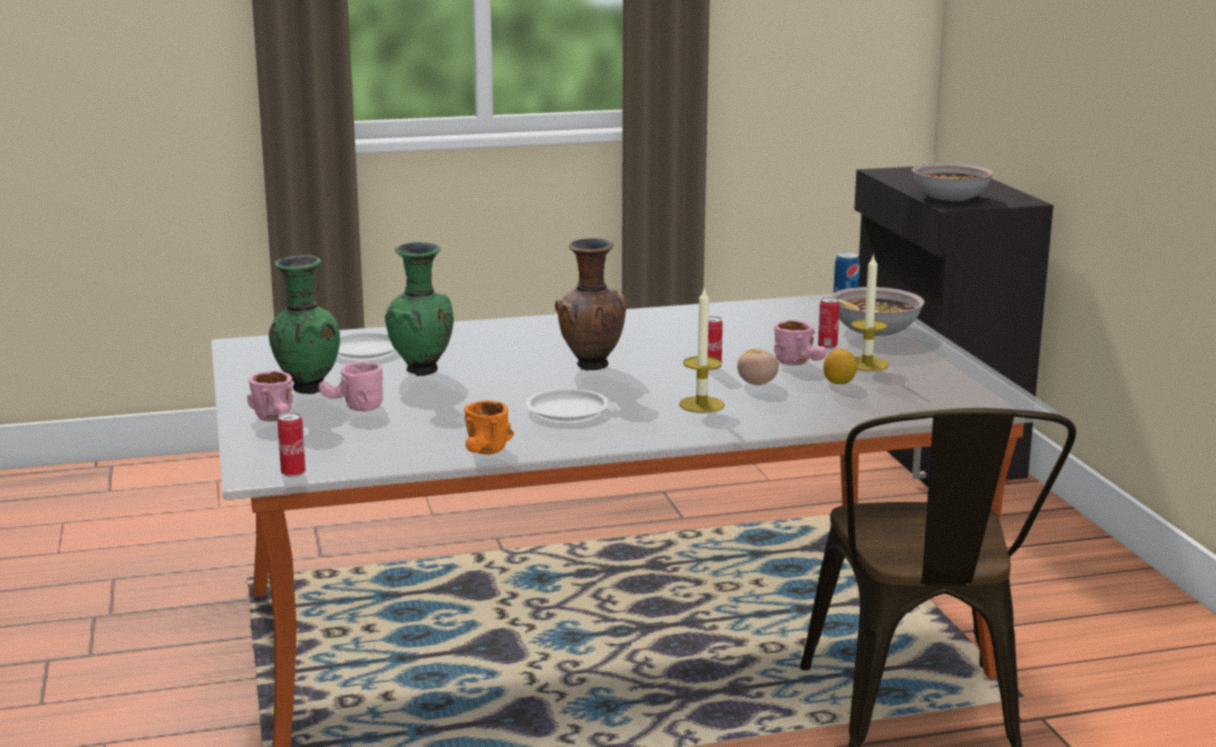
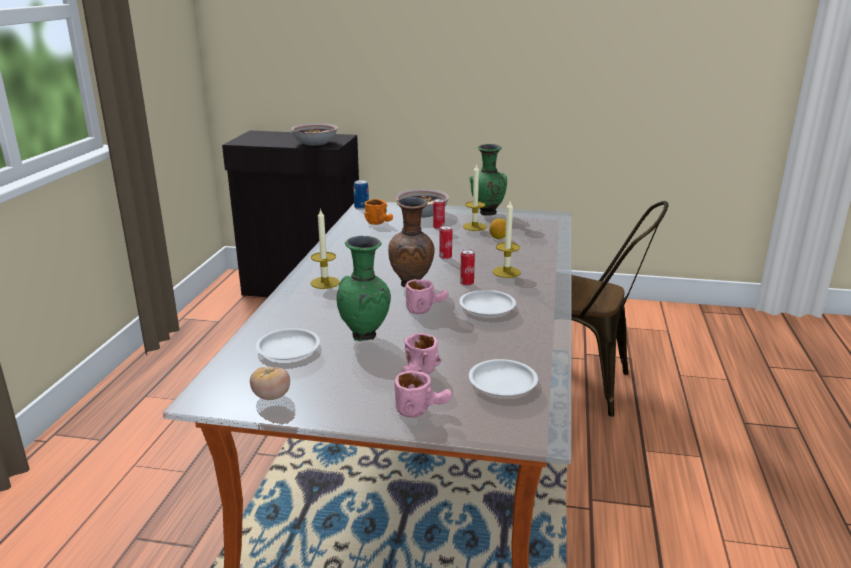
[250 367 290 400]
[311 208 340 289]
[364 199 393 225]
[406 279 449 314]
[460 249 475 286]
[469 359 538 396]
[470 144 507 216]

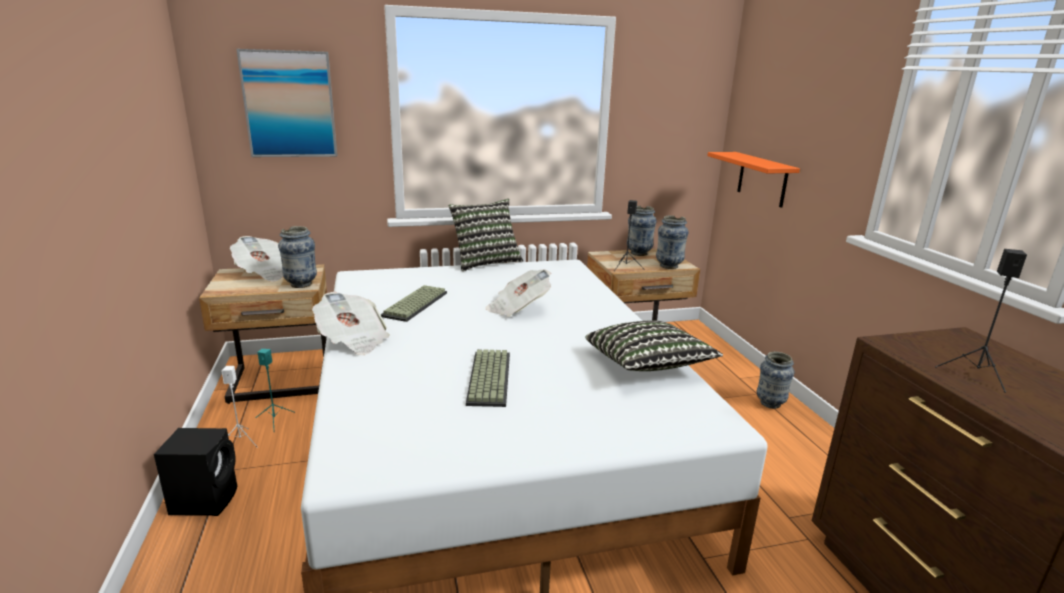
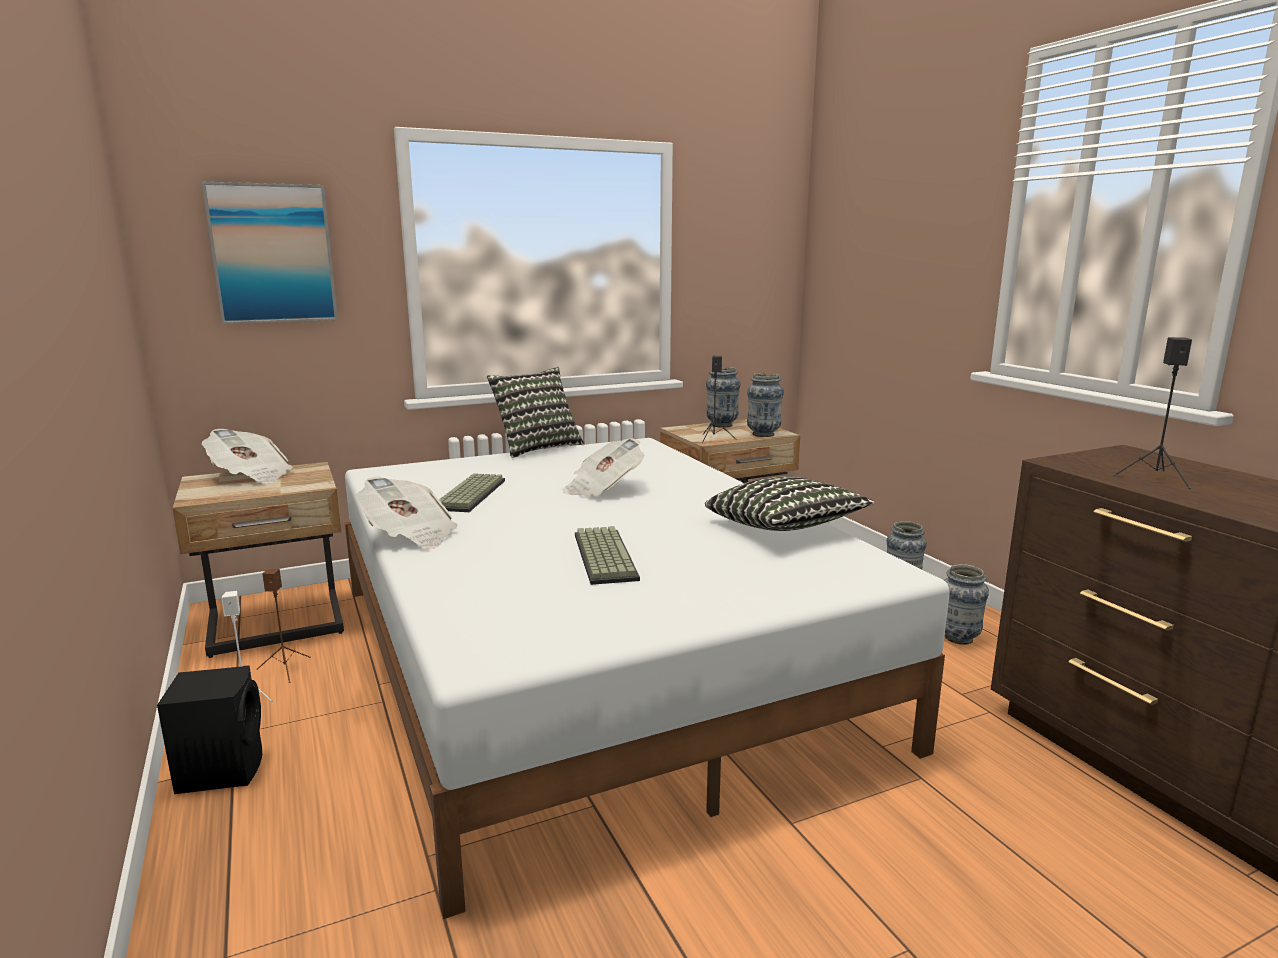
[256 569 310 683]
[944 564 989 645]
[707 152 800 208] (first image)

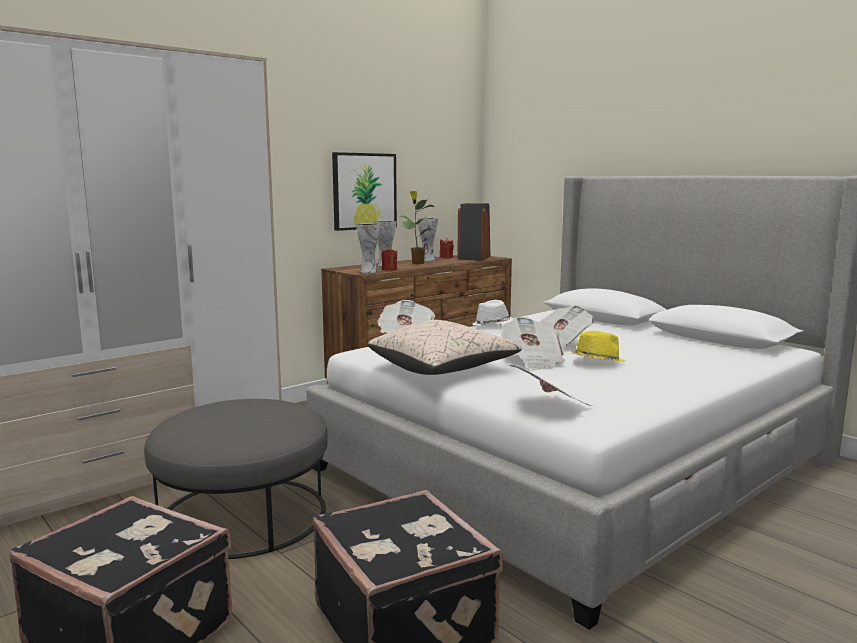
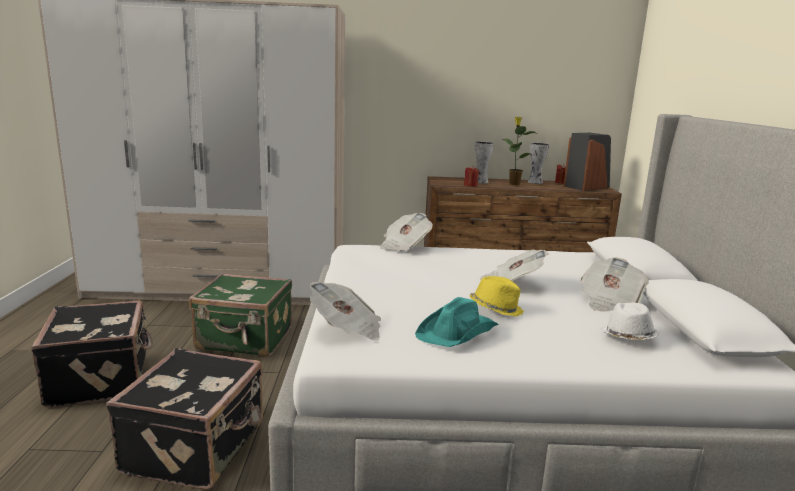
[189 273 292 356]
[415 297 498 347]
[581 257 649 312]
[600 303 659 340]
[332 152 397 231] (first image)
[356 223 380 273] (first image)
[368 320 522 375] (first image)

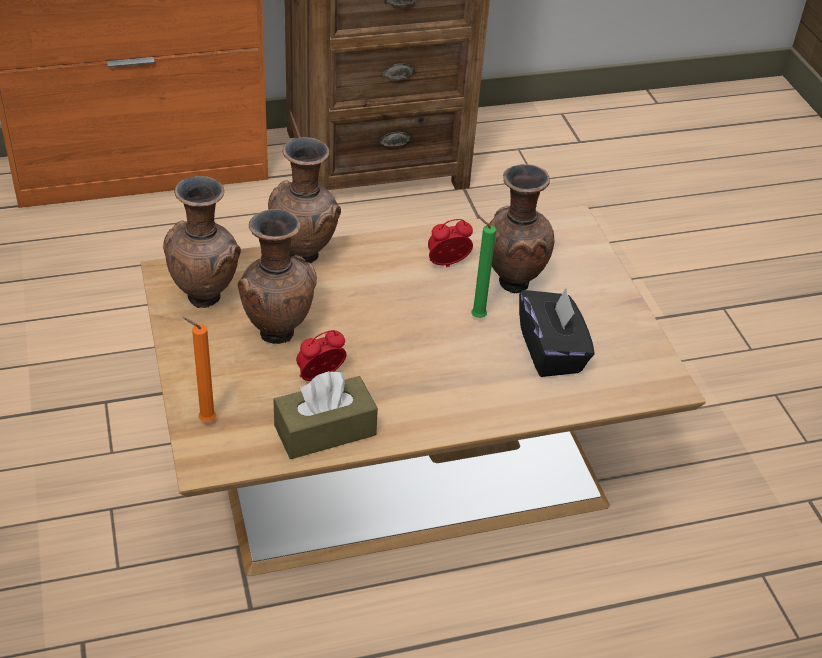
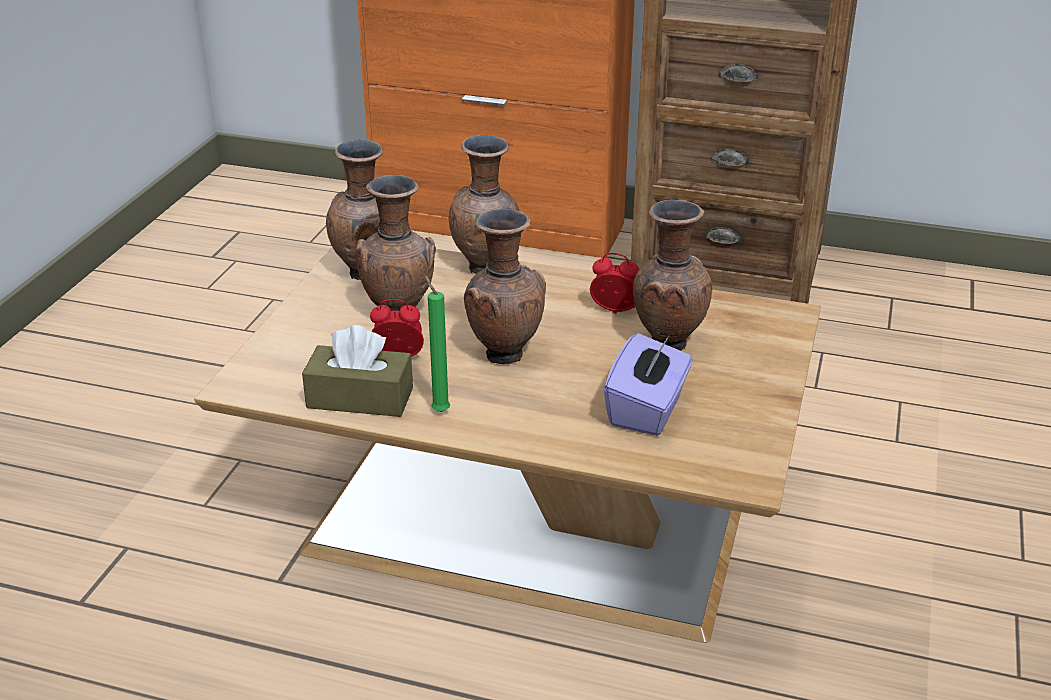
[425 275 450 412]
[464 209 546 364]
[604 333 693 436]
[182 317 216 422] (first image)

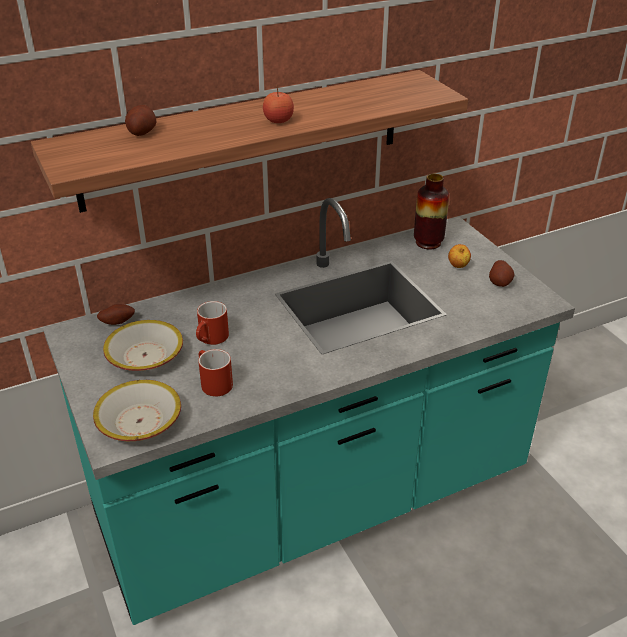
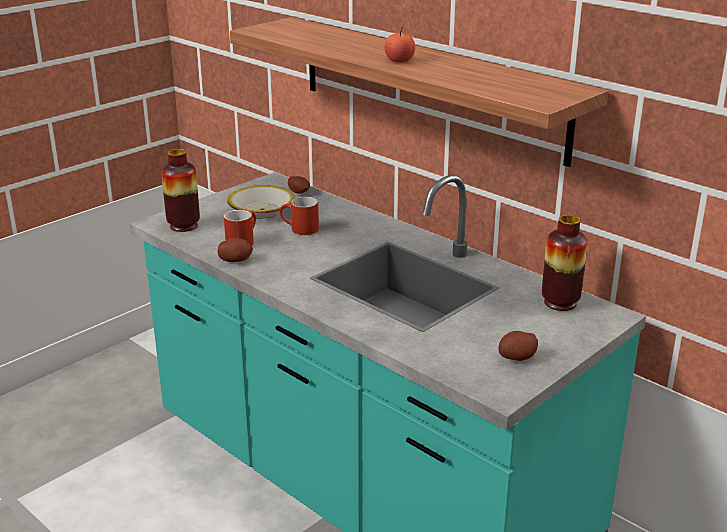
[161 149 200 232]
[218 238 253 262]
[448 244 471 268] (first image)

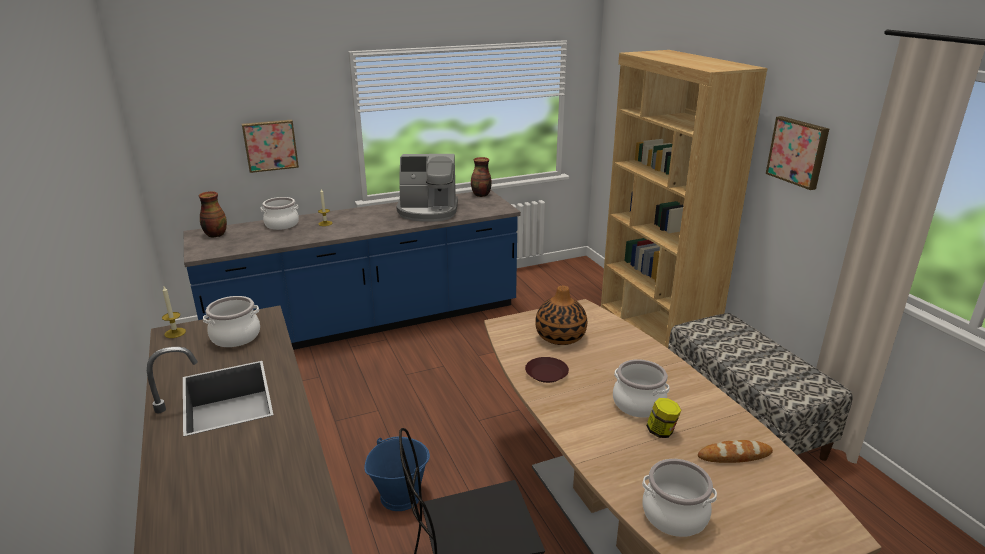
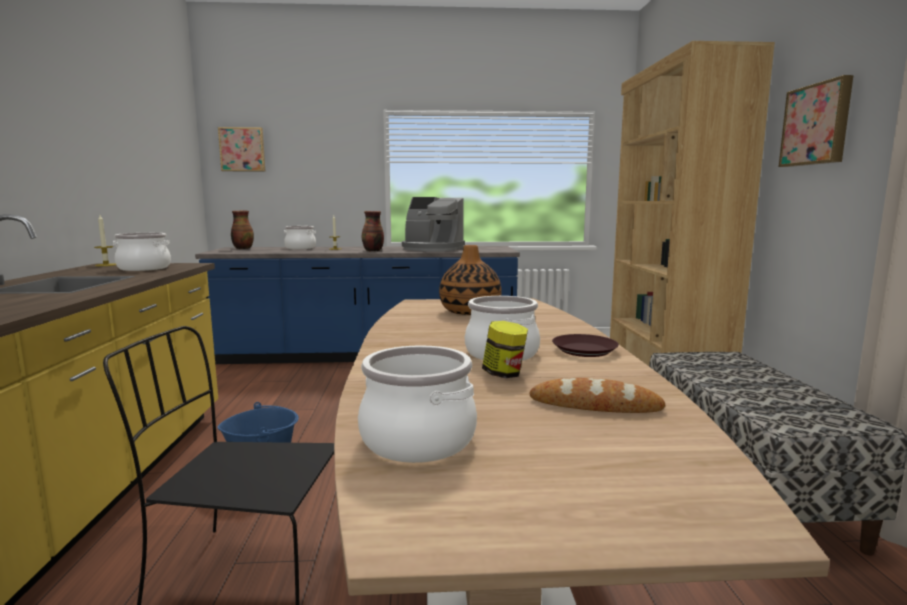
[218 127 265 171]
[362 211 384 251]
[552 334 619 357]

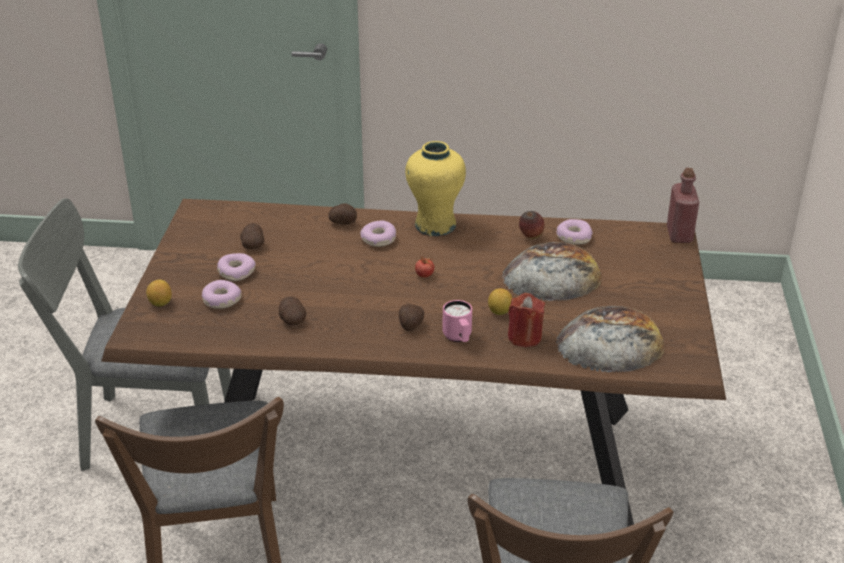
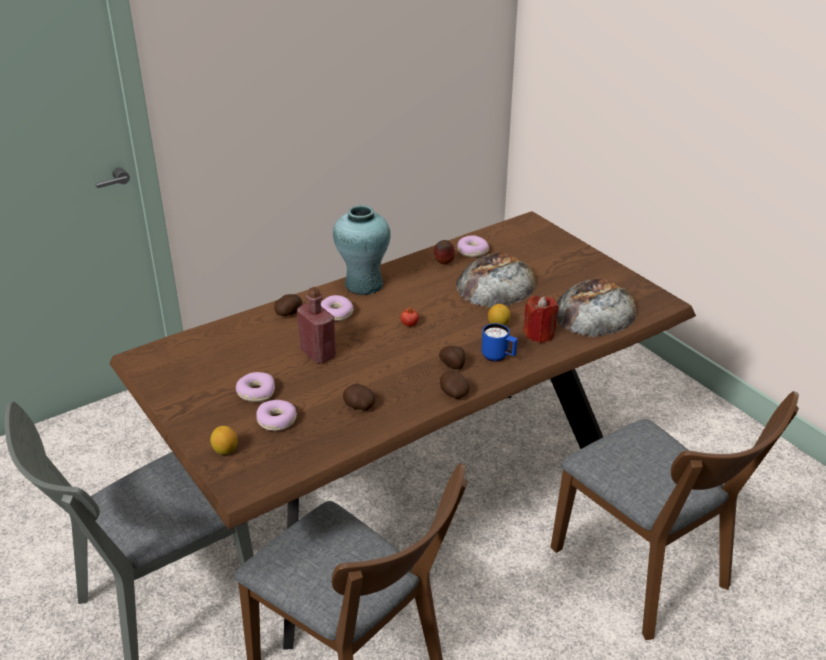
[297 287 336 364]
[333 205 391 295]
[440 371 470 399]
[482 323 518 362]

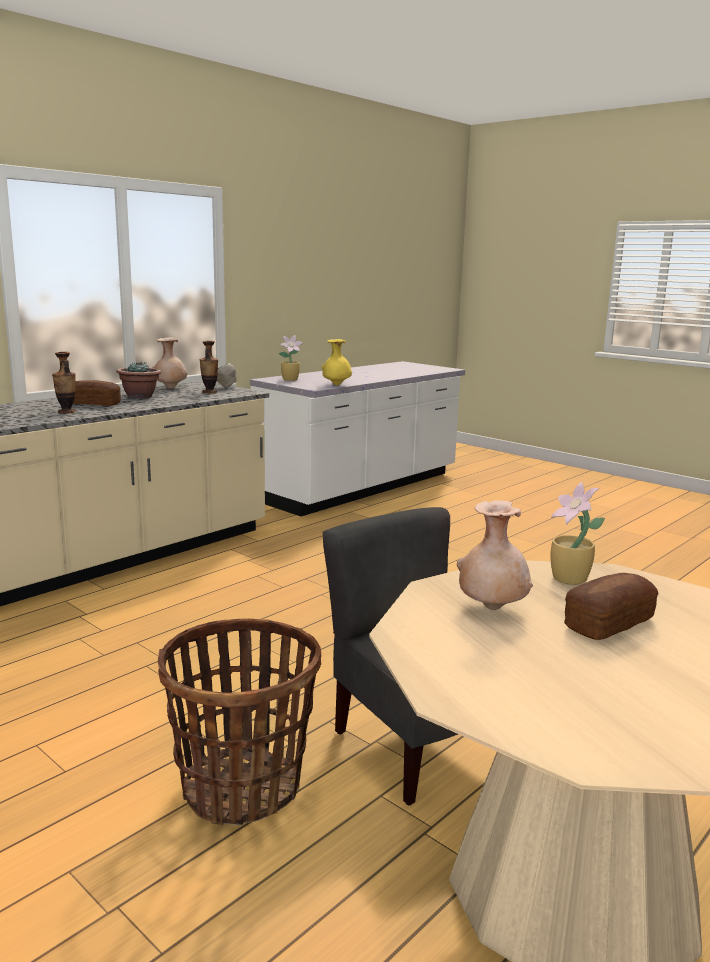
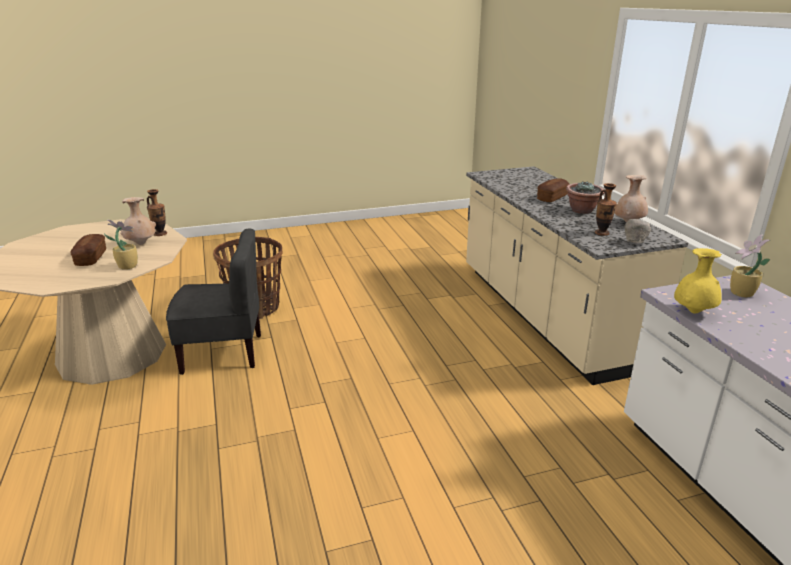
[147 189 167 236]

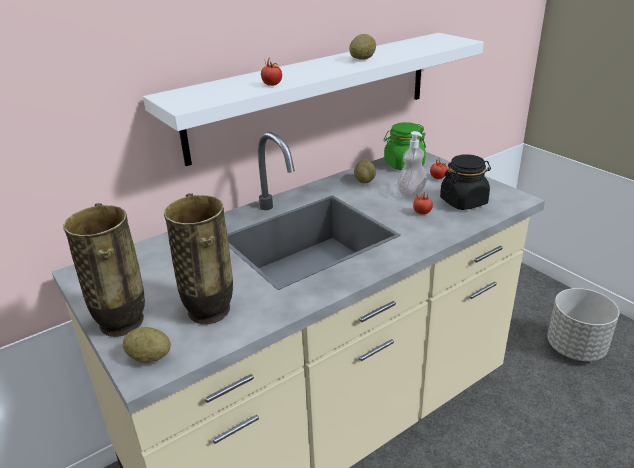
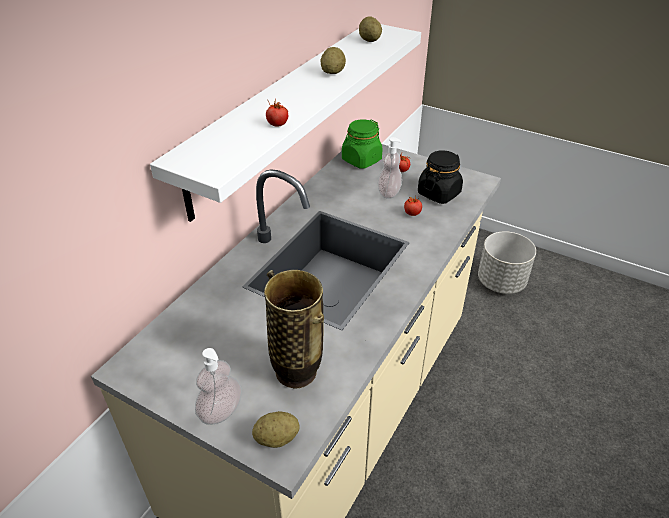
[195 348 242 425]
[359 16 382 42]

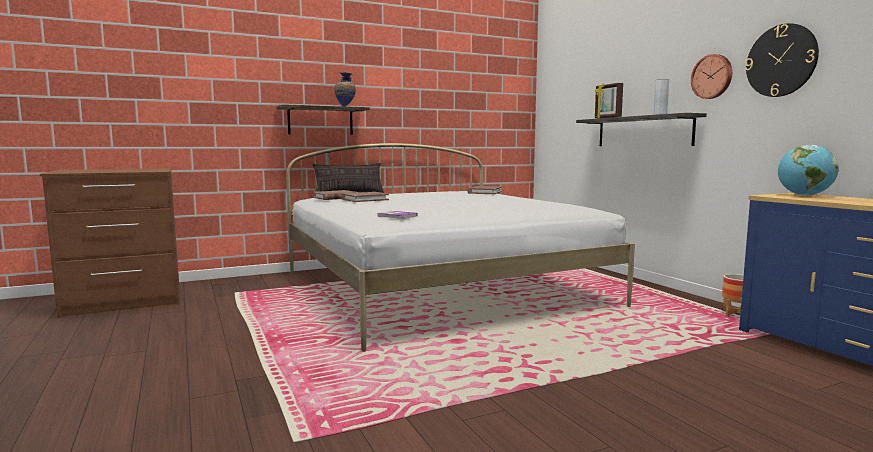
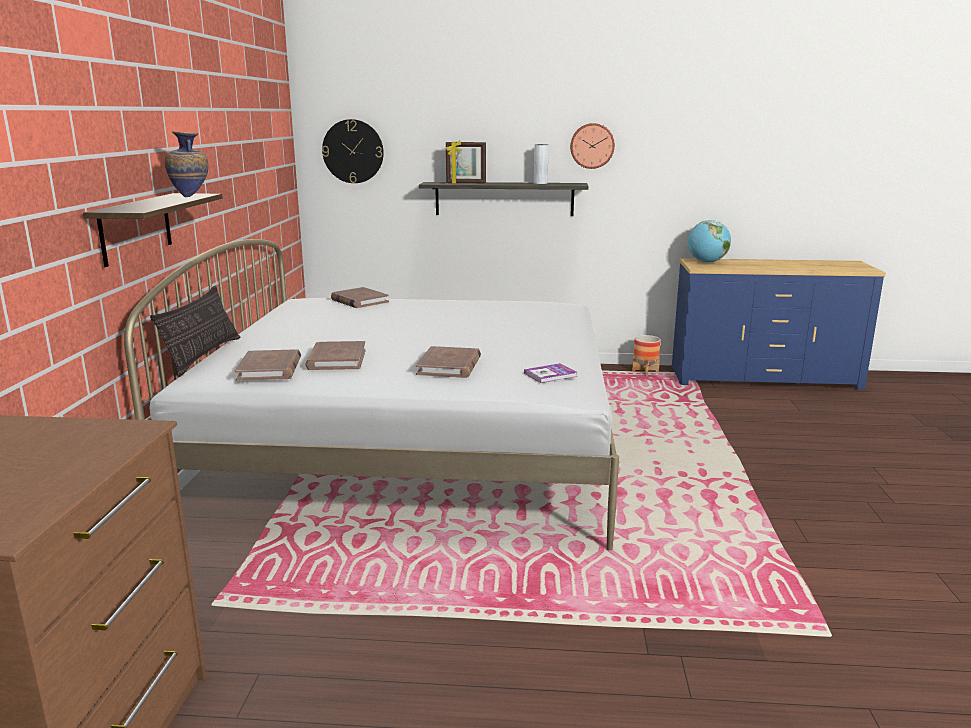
[322 119 384 183]
[416 346 481 378]

